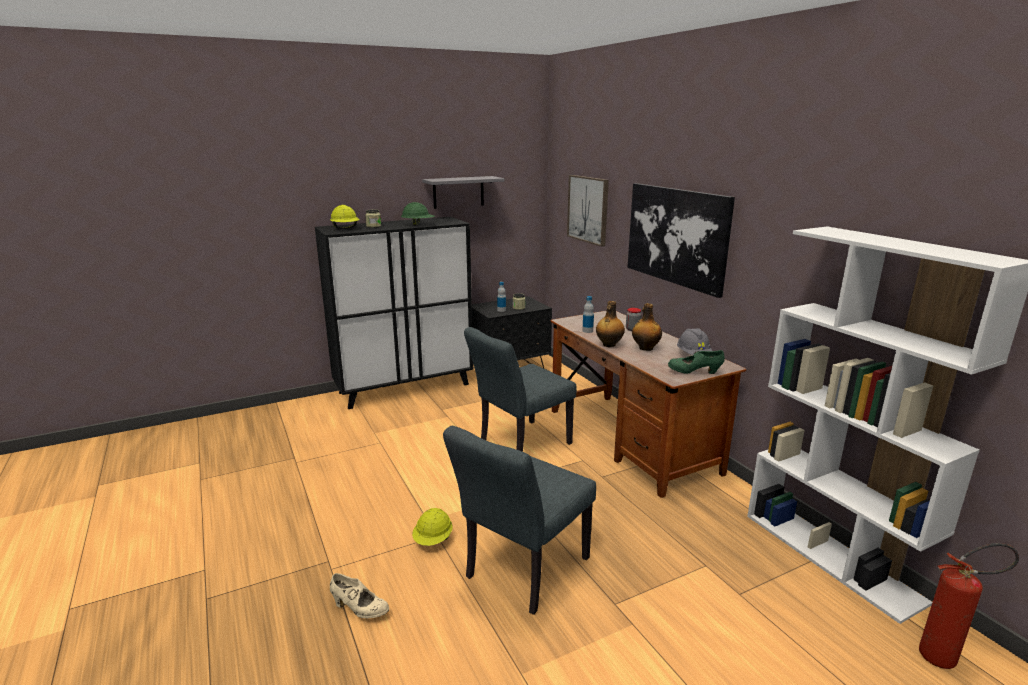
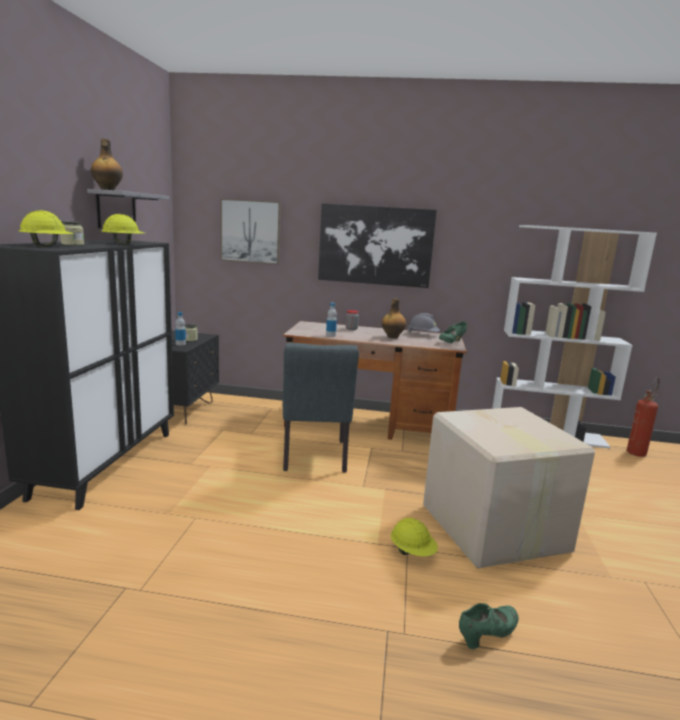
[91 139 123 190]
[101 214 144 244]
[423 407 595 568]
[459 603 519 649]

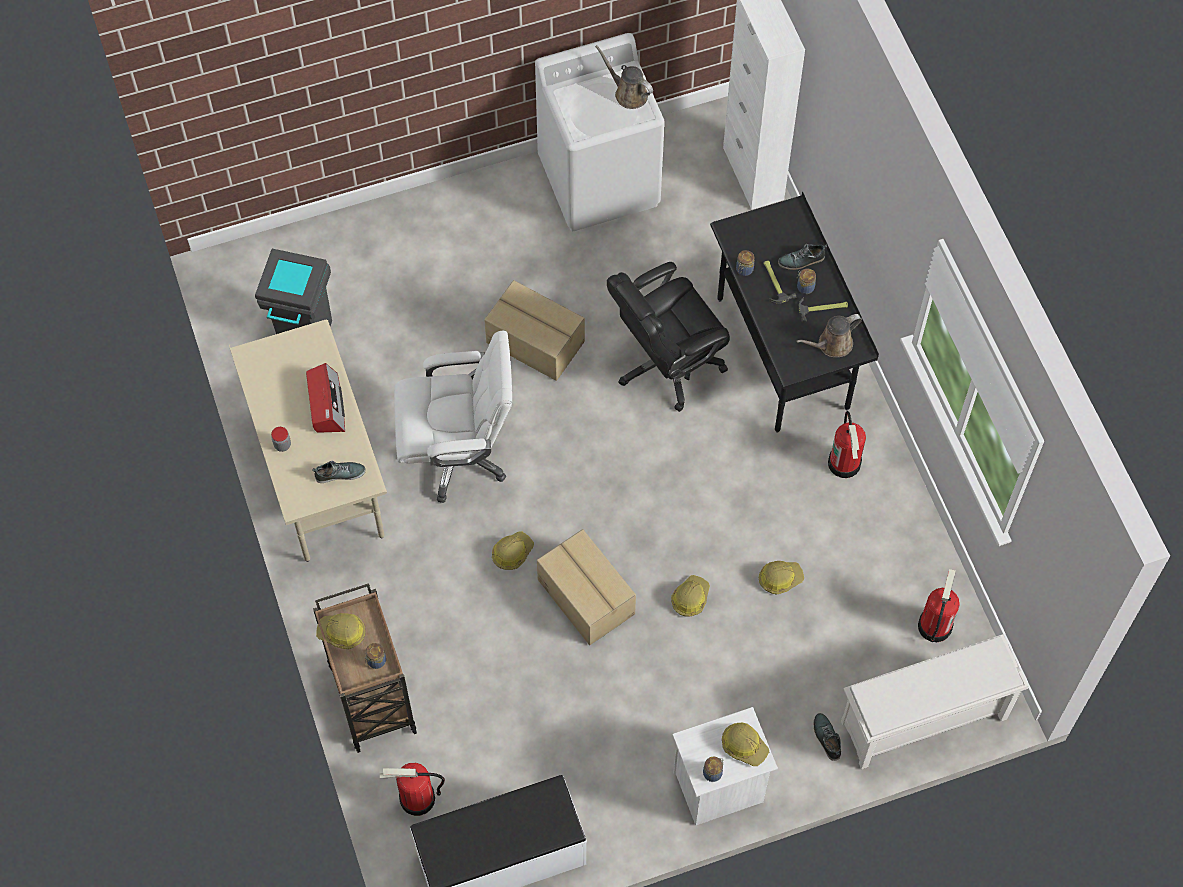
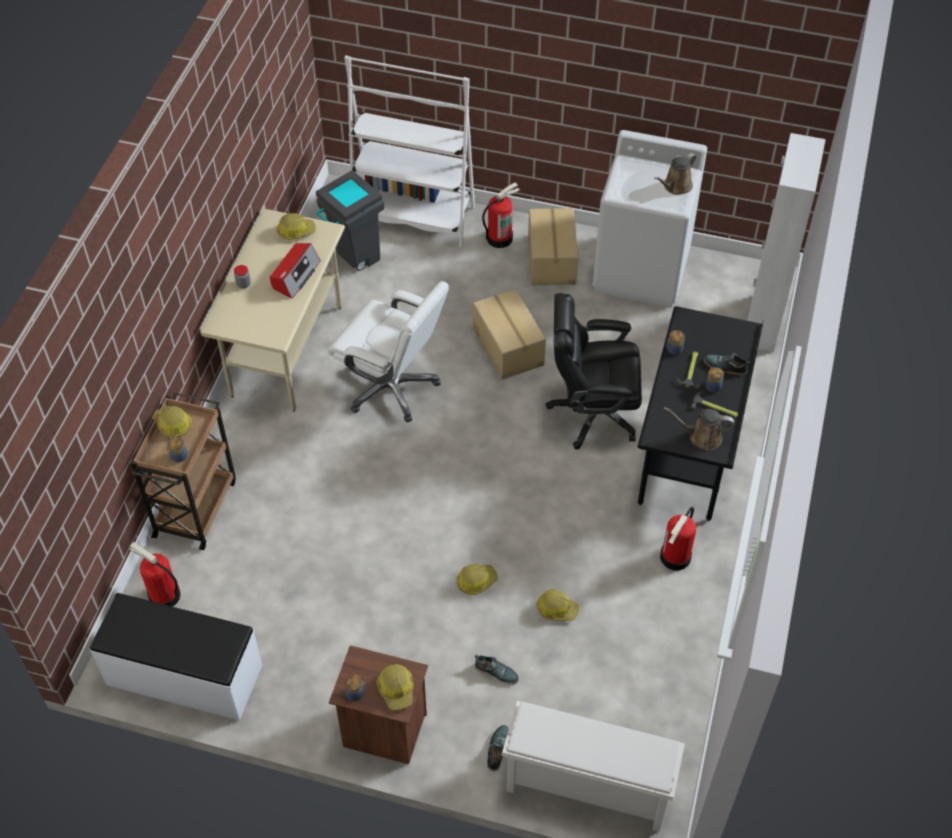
[277 213 316 240]
[329 645 428 764]
[344 55 475 247]
[475 654 519 685]
[482 183 520 248]
[528 208 578 285]
[654 153 696 195]

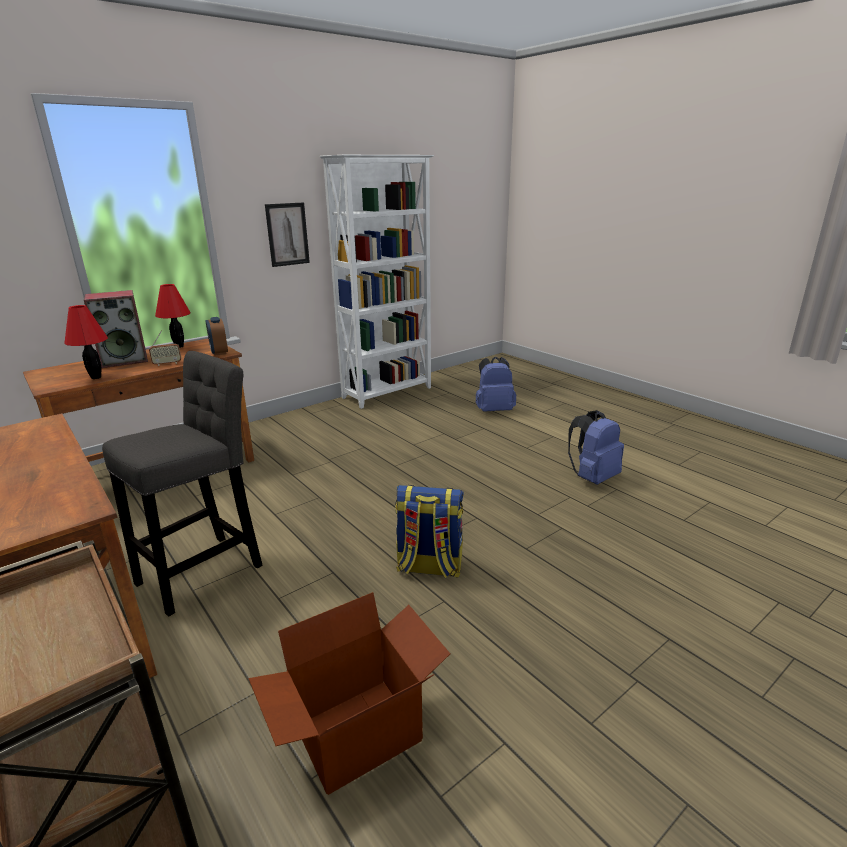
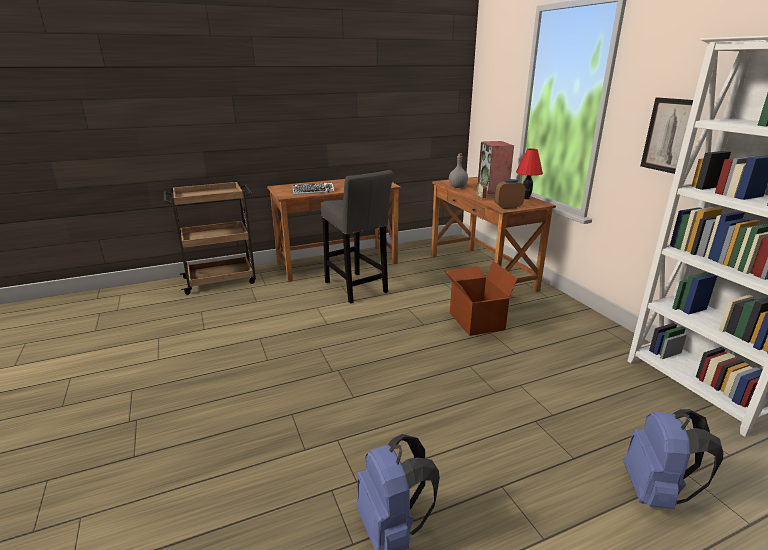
[292 183 335 195]
[443 261 517 336]
[449 153 468 188]
[395 485 464 578] (first image)

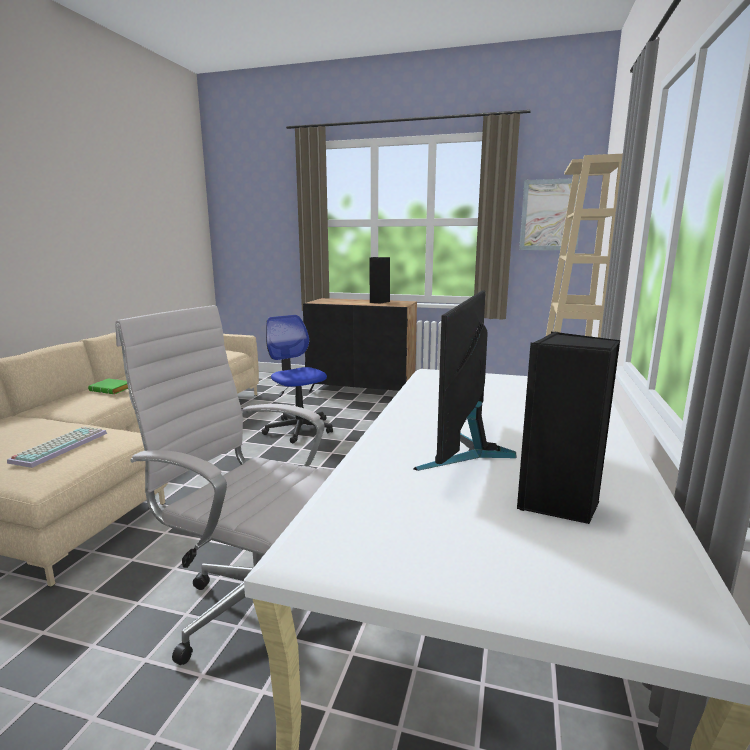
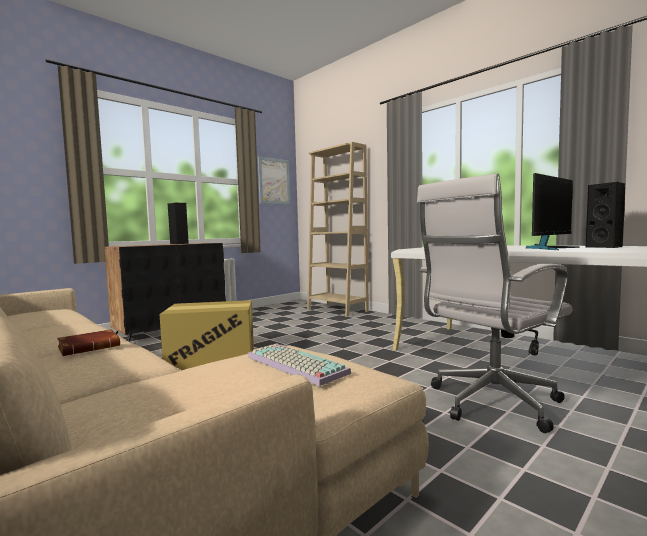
[57 329 120 356]
[160 300 254 370]
[526 173 580 250]

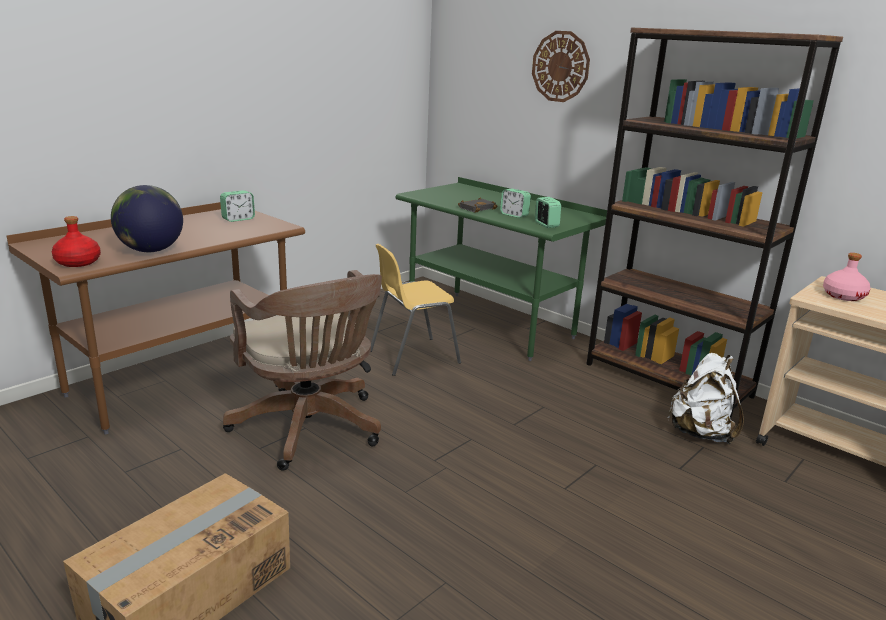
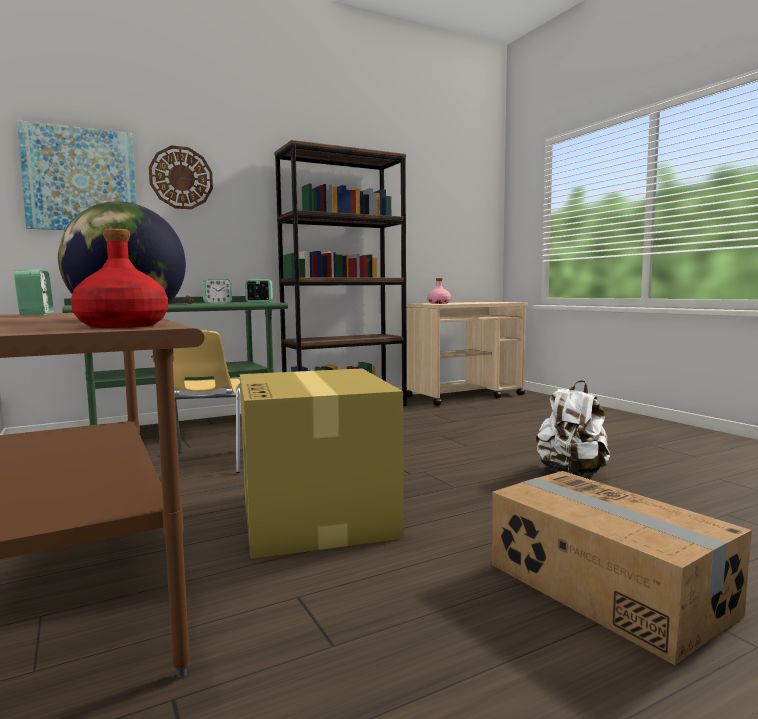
[17 120 136 230]
[240 368 404 559]
[536 380 610 477]

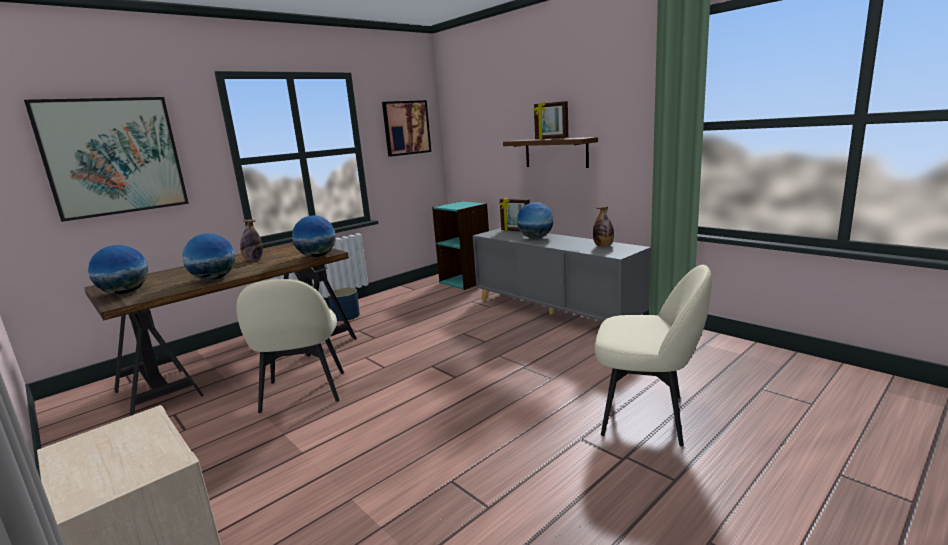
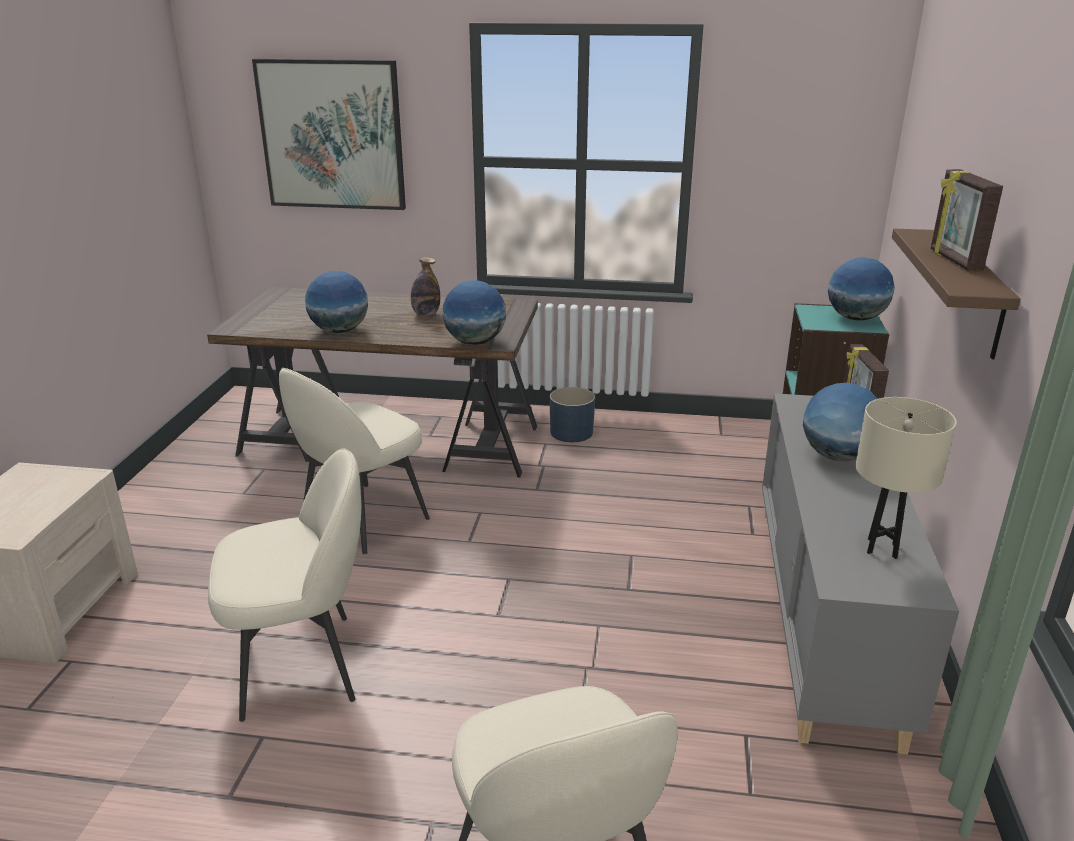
[208 448 361 722]
[828 257 895 321]
[856 397 957 559]
[382 100 431 157] (first image)

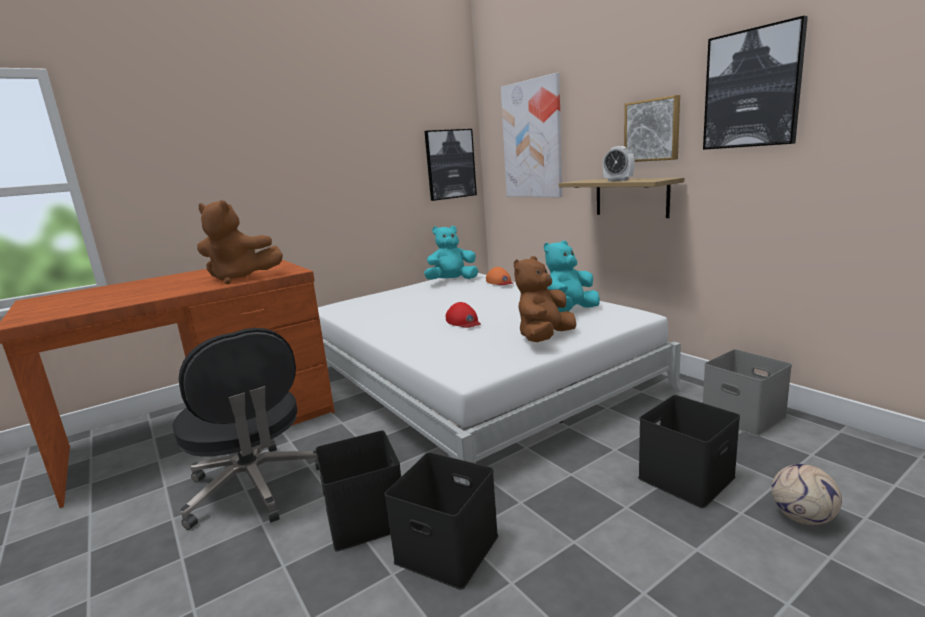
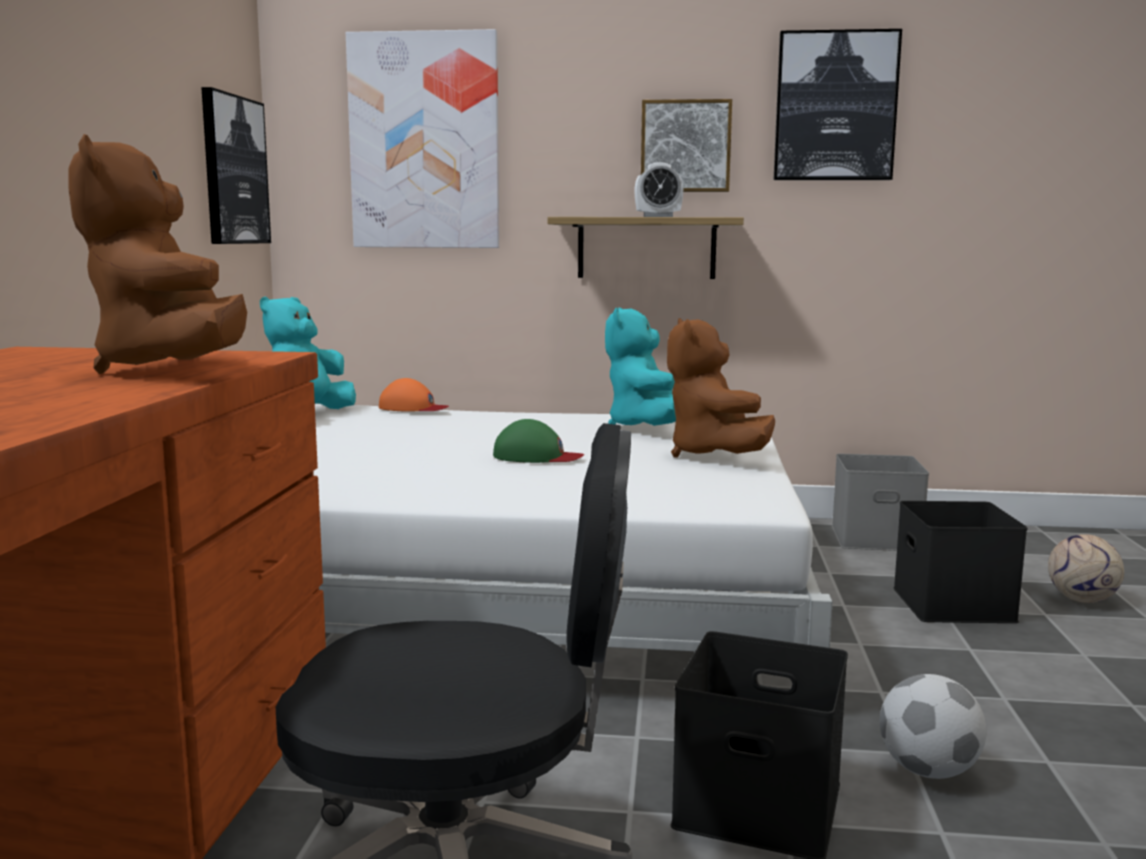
[68 134 247 374]
[493 419 584 463]
[880 674 986 779]

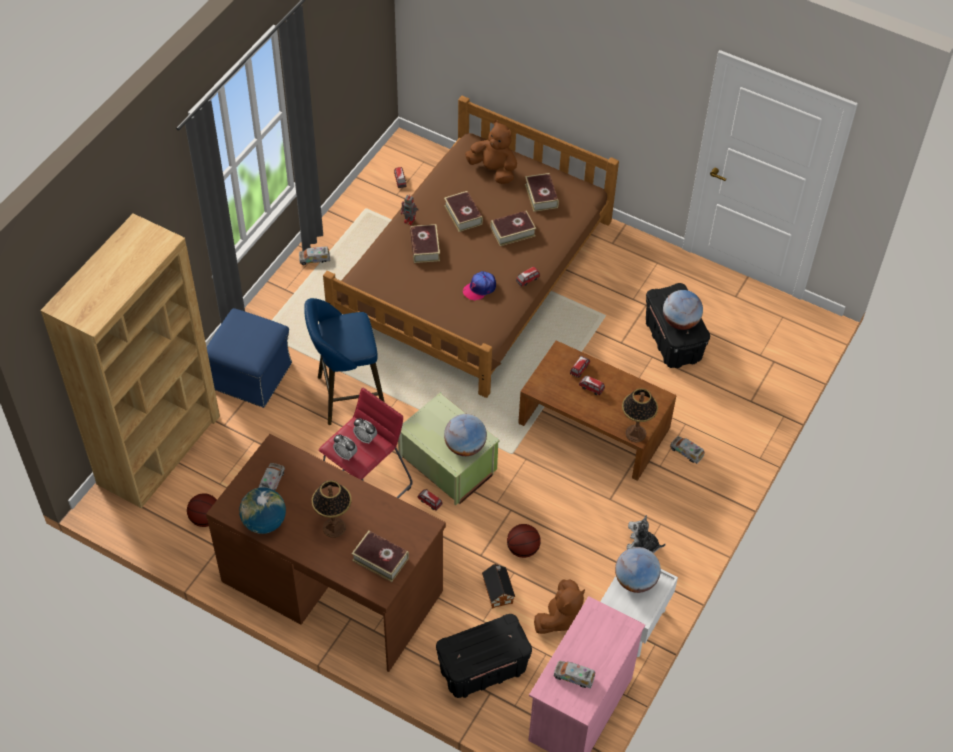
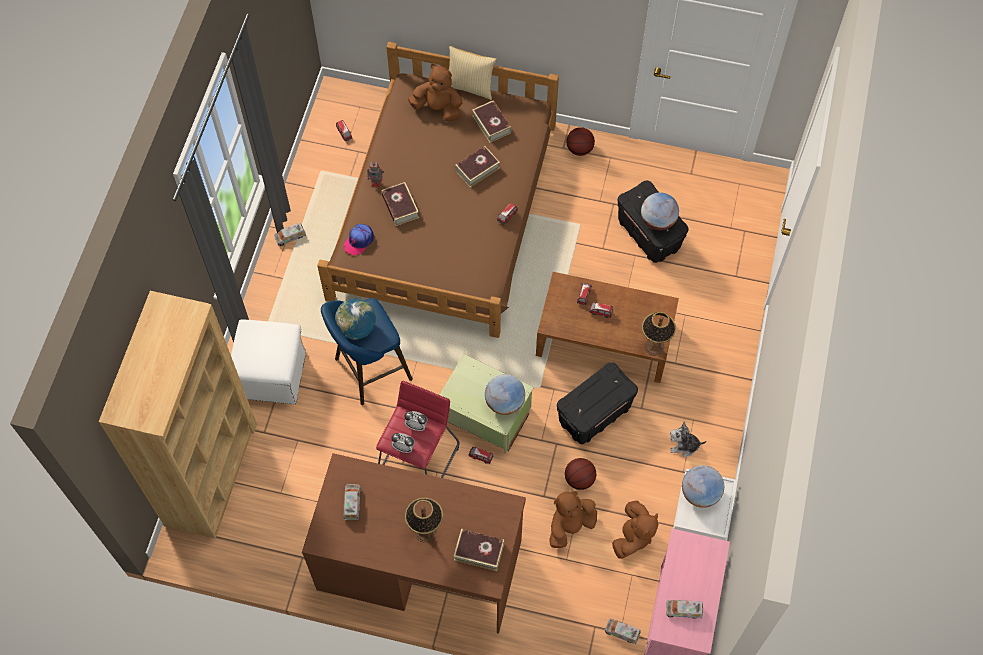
[231 319 306 405]
[335 299 376 339]
[343 224 374 255]
[449 46 497 100]
[549 491 597 548]
[557 362 638 444]
[566 127 595 156]
[605 619 641 645]
[444 191 483 232] (first image)

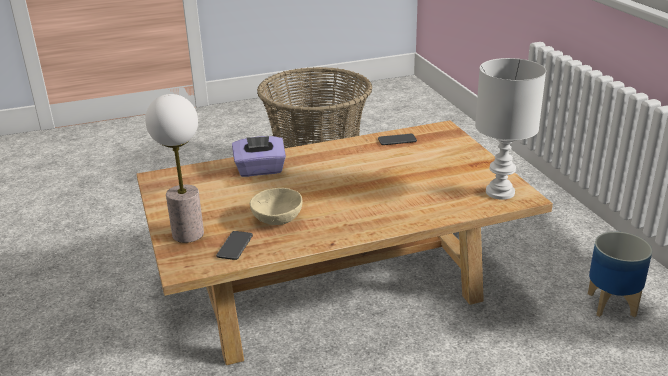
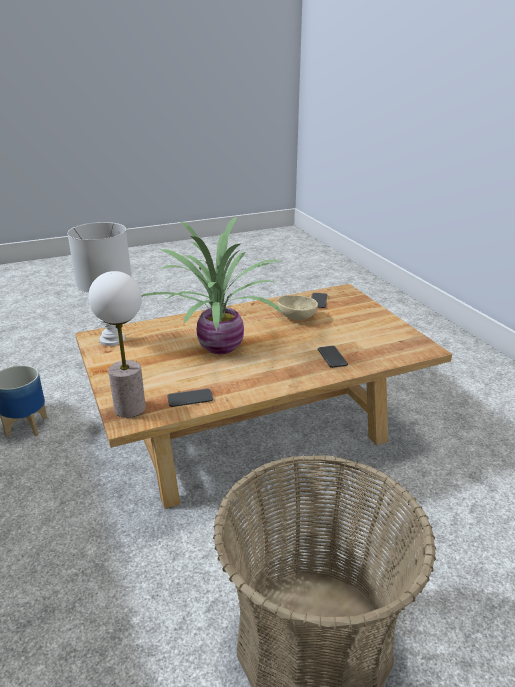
[88 271 146 418]
[142 217 281 354]
[318 346 348 368]

